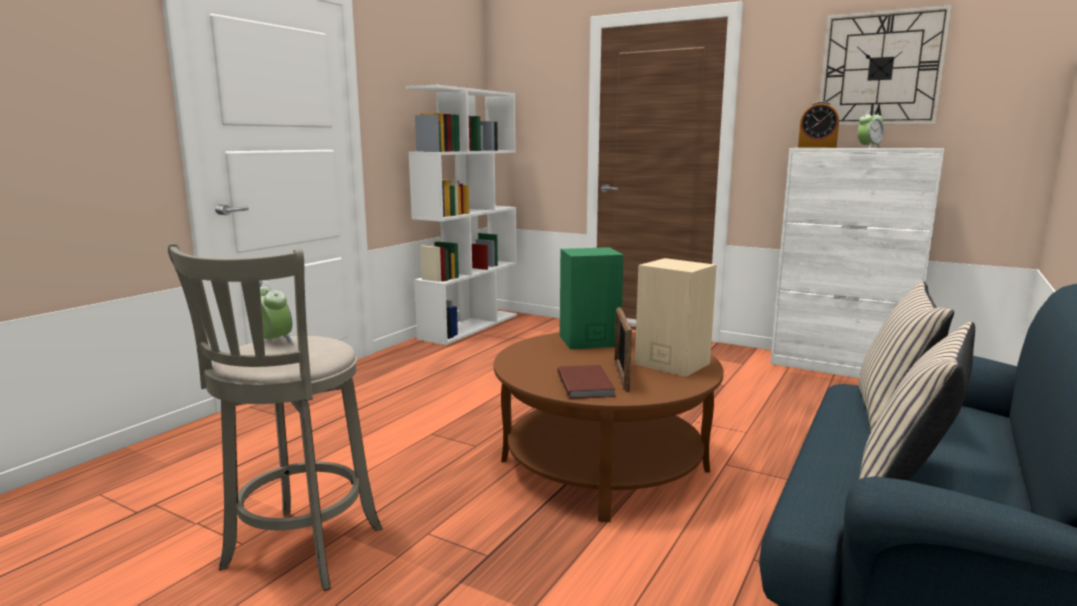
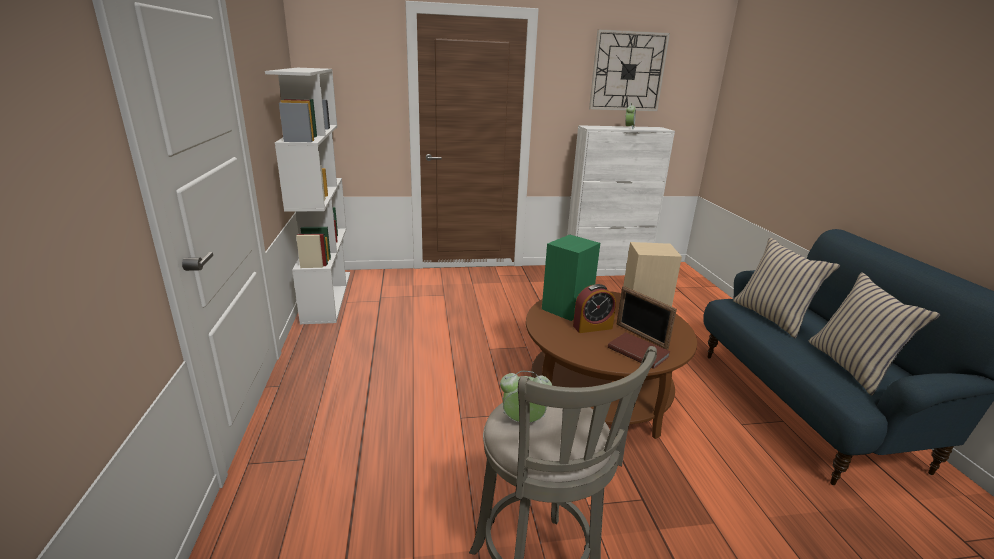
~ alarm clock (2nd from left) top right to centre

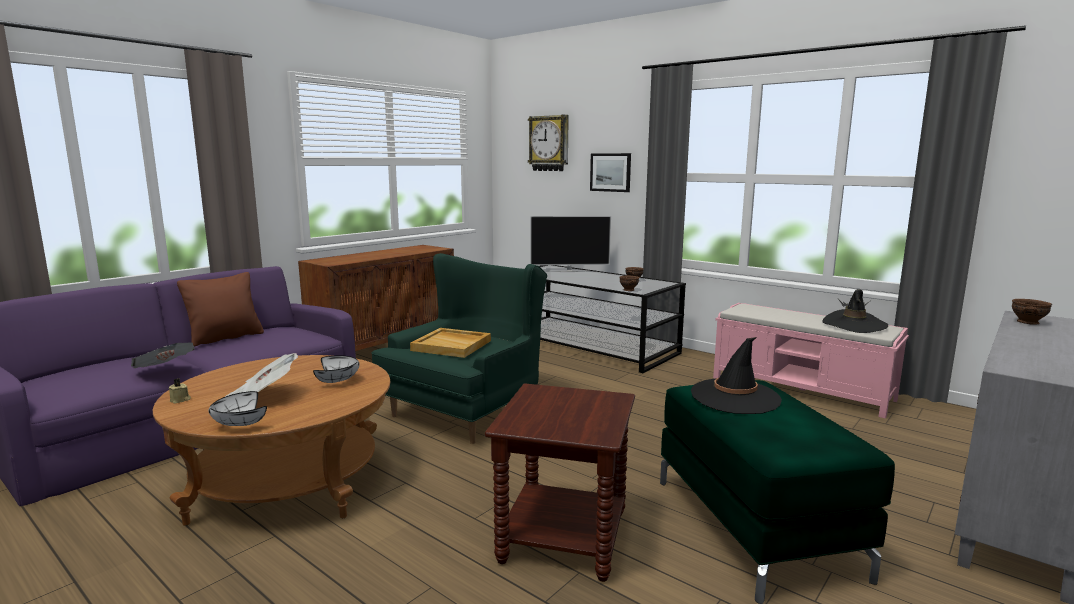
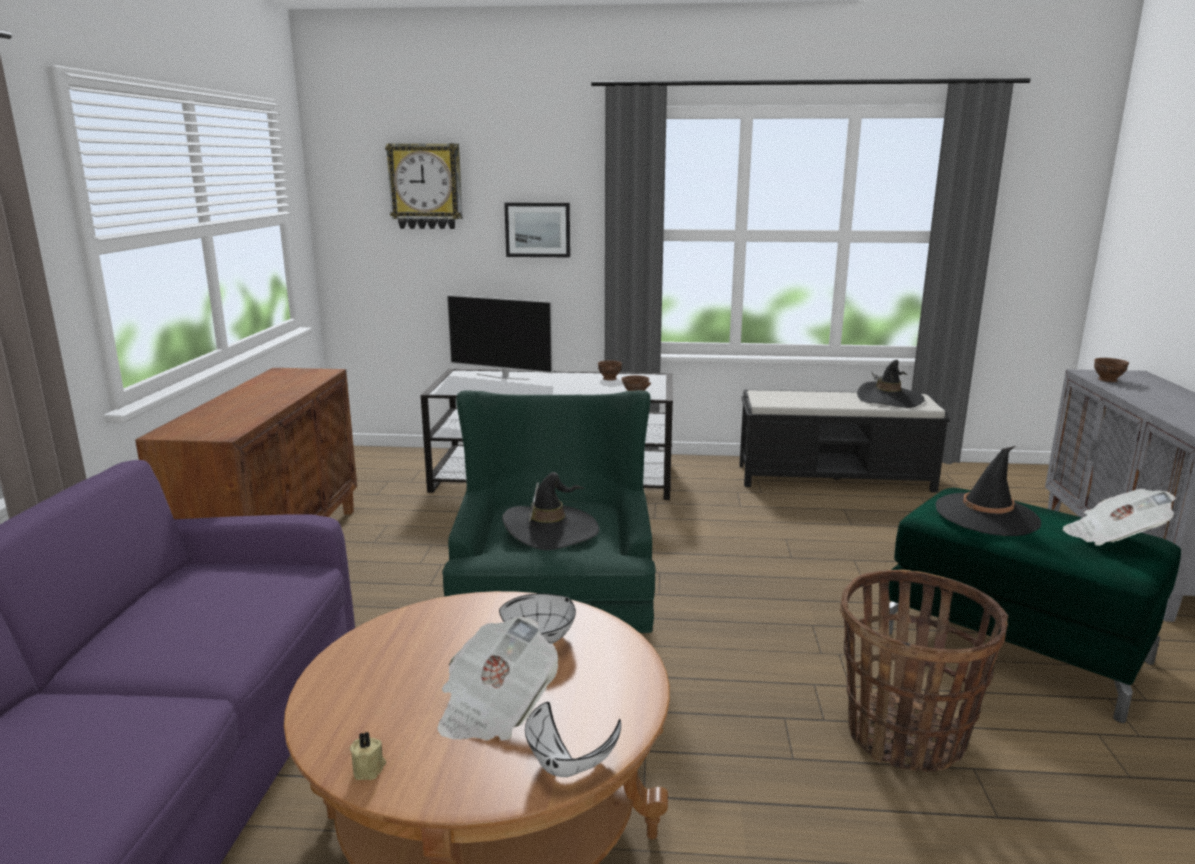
- brown pillow middle left
~ newspaper (1st from left in the first image) middle left to newspaper (2nd from left) middle right
~ beige tray centre to black hat (1st from left) centre
~ brown side table bottom centre to basket bottom right
~ pink bench middle right to black bench middle right
~ television centre = centre 60 degrees clockwise

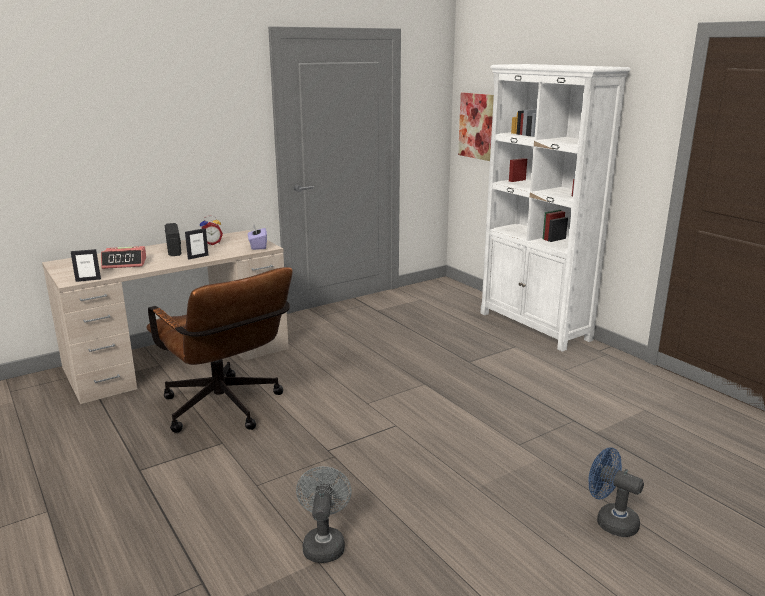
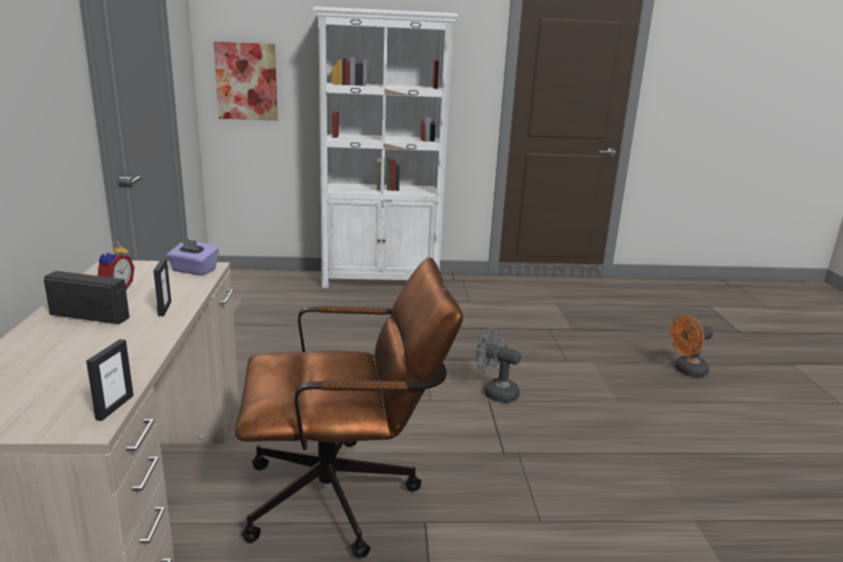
- alarm clock (1st from left) middle left
~ grey fan bottom centre to centre
~ blue fan bottom right to orange fan middle right

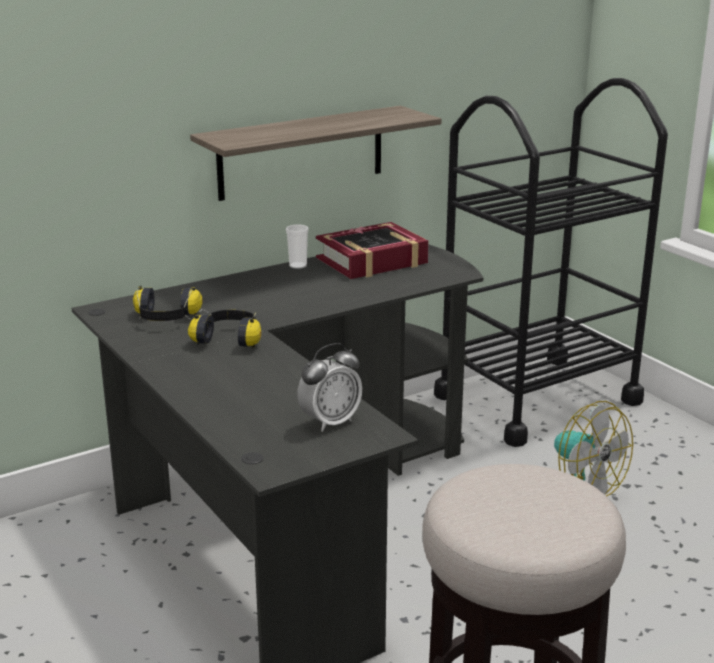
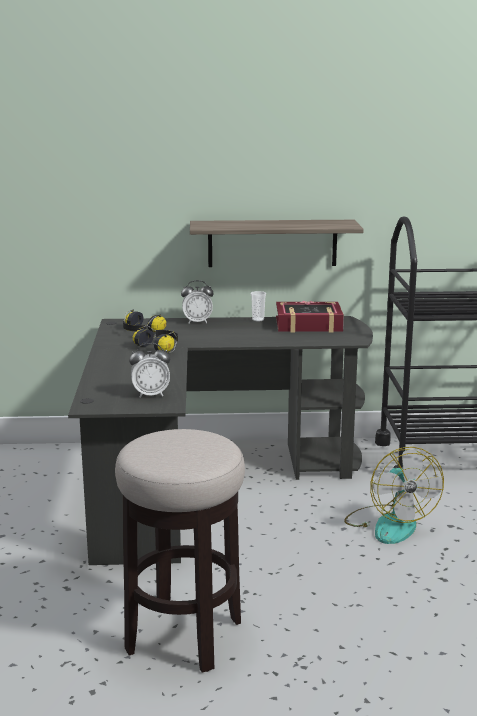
+ alarm clock (2nd from left) centre

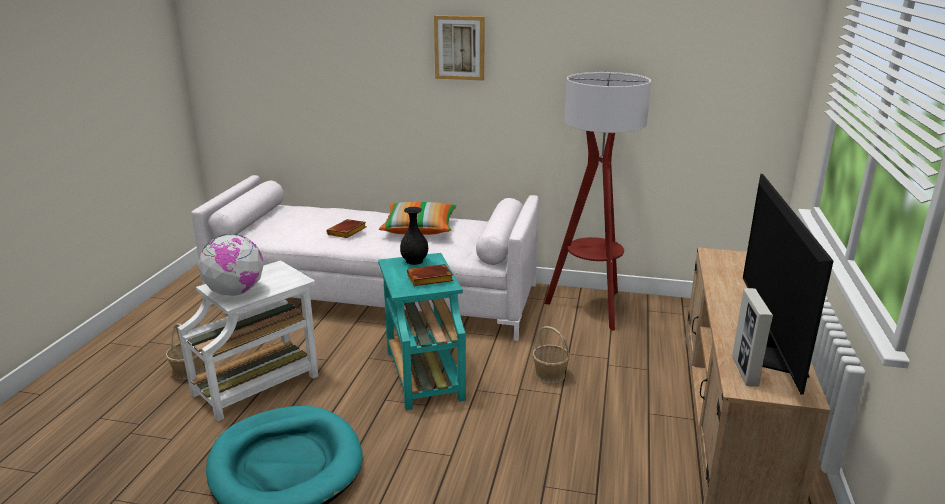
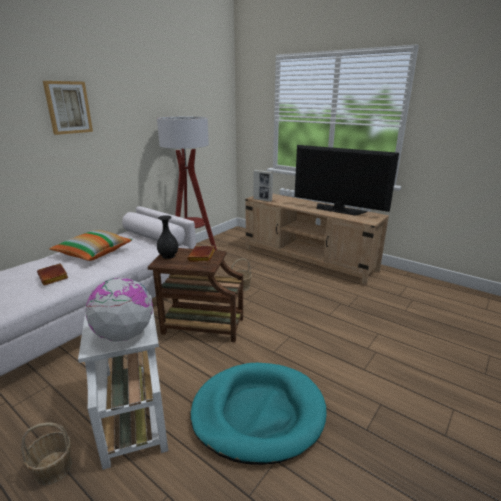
~ picture frame bottom right to centre
~ turquoise side table centre to brown side table centre

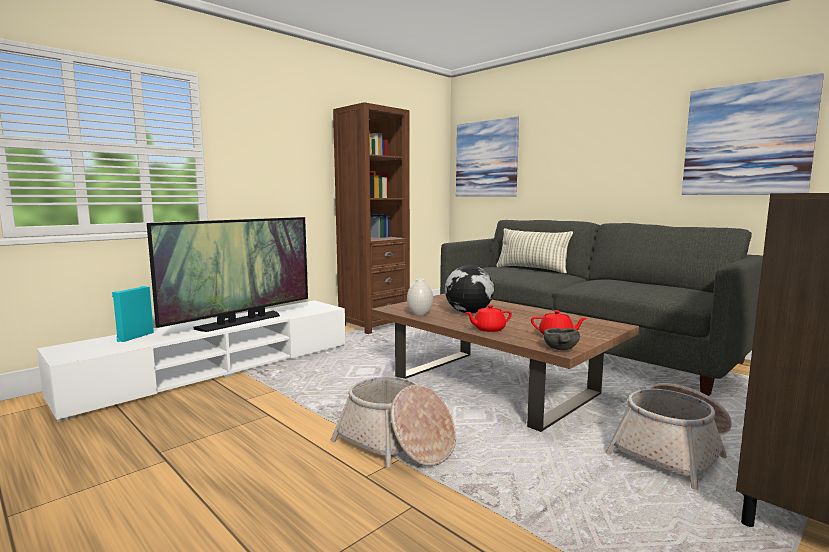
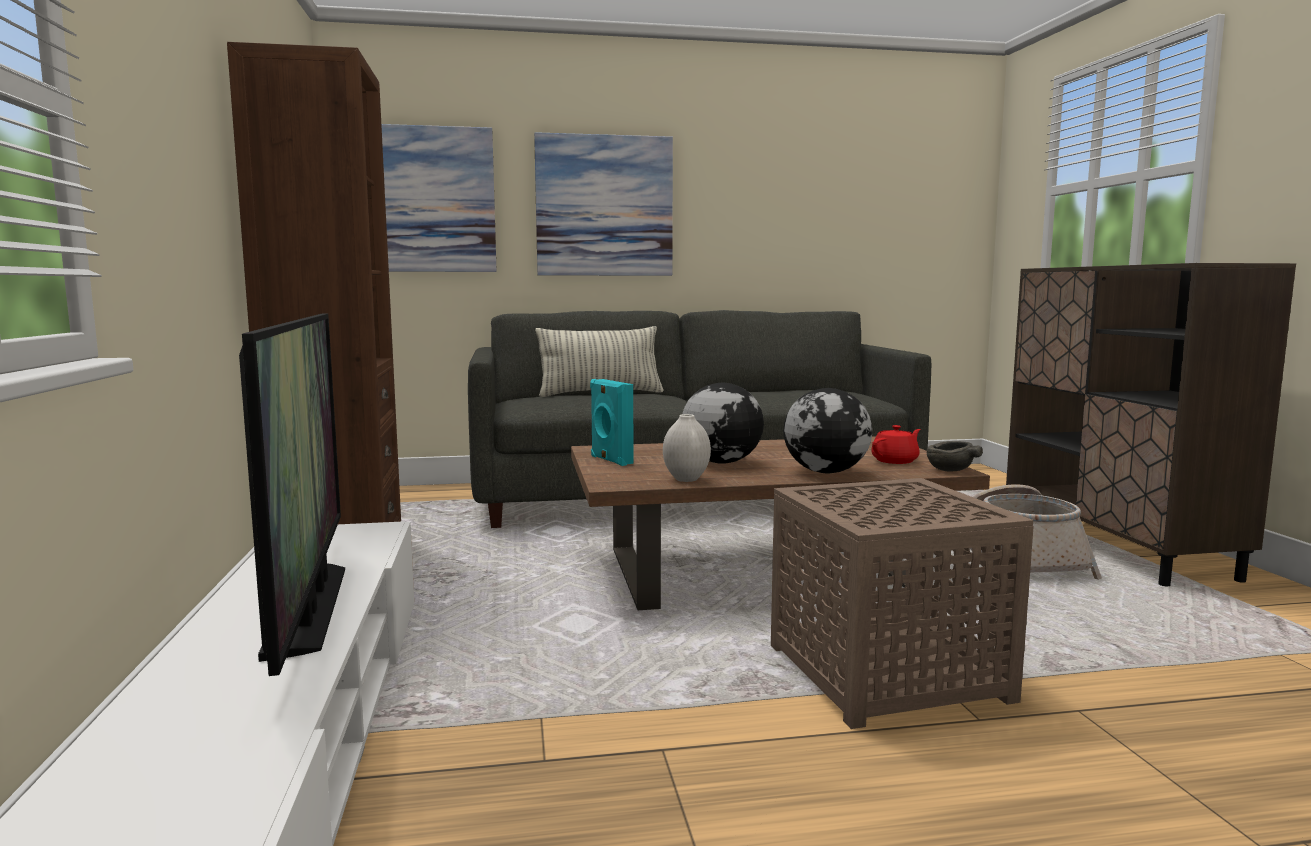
~ turquoise speaker middle left to centre
~ picture (2nd from left) top right to top centre
~ basket (1st from left) bottom centre to brown side table bottom right
~ red teapot (1st from left) centre to globe (2nd from left) centre

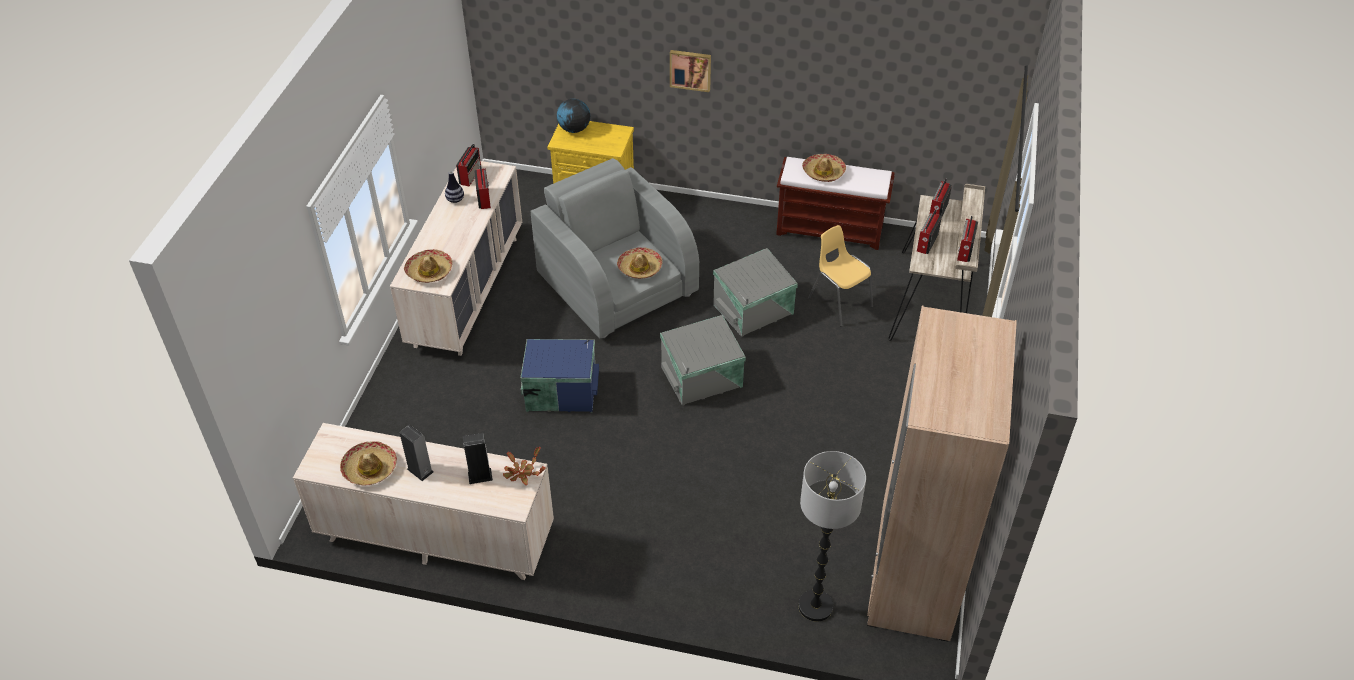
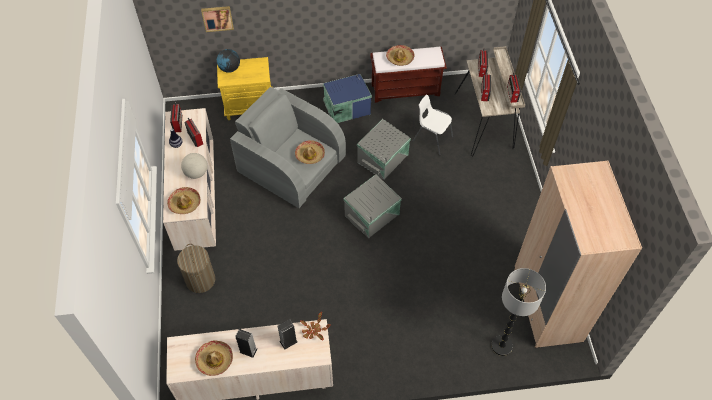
+ laundry basket bottom left
+ globe (1st from left) middle left
~ blue storage box centre to top centre
~ picture top centre to top left
~ yellow chair centre to white chair top centre

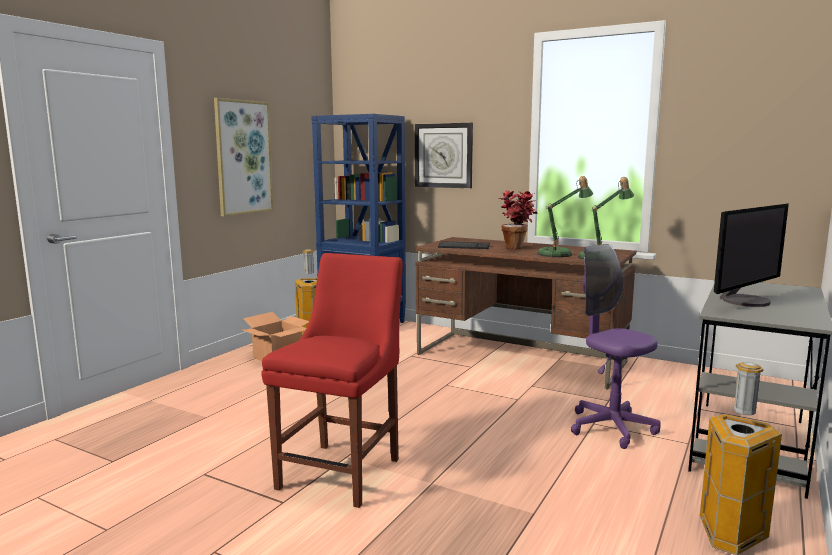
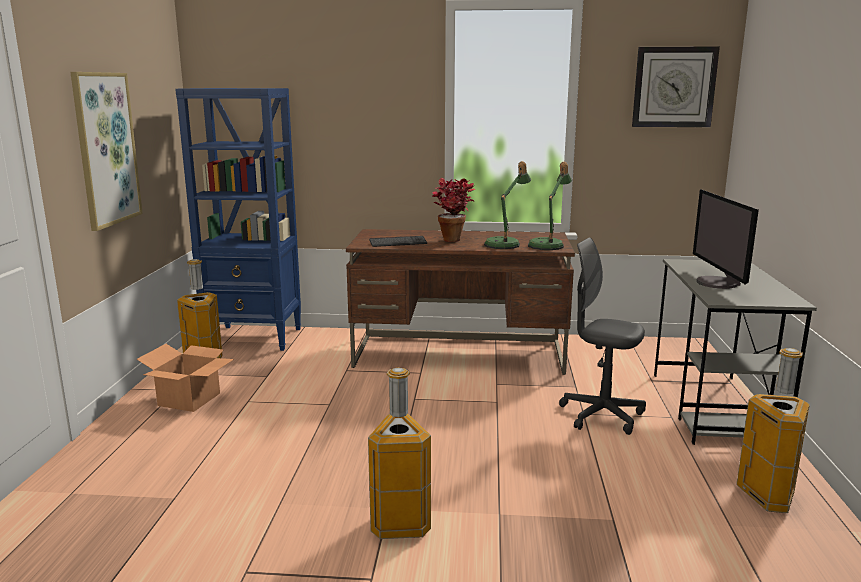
~ wall clock top centre to top right
~ red chair bottom centre to trash can (2nd from left) bottom centre
~ purple office chair middle right to grey office chair middle right
~ monitor middle right = middle right 150 degrees clockwise

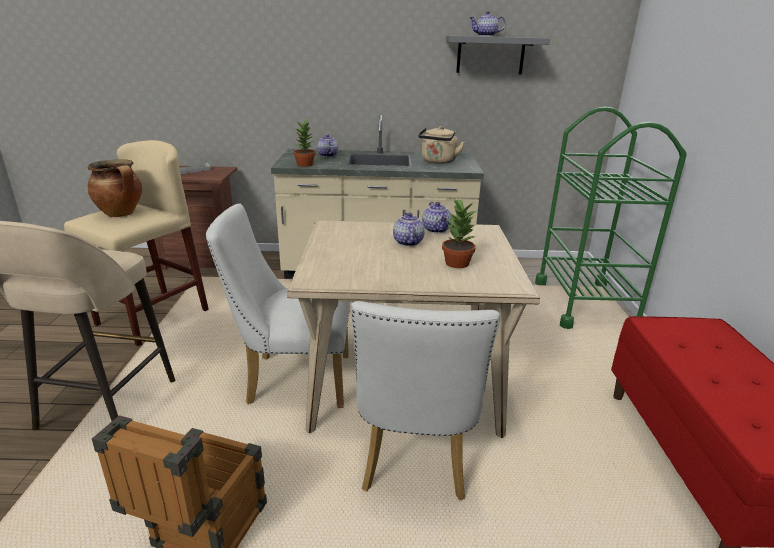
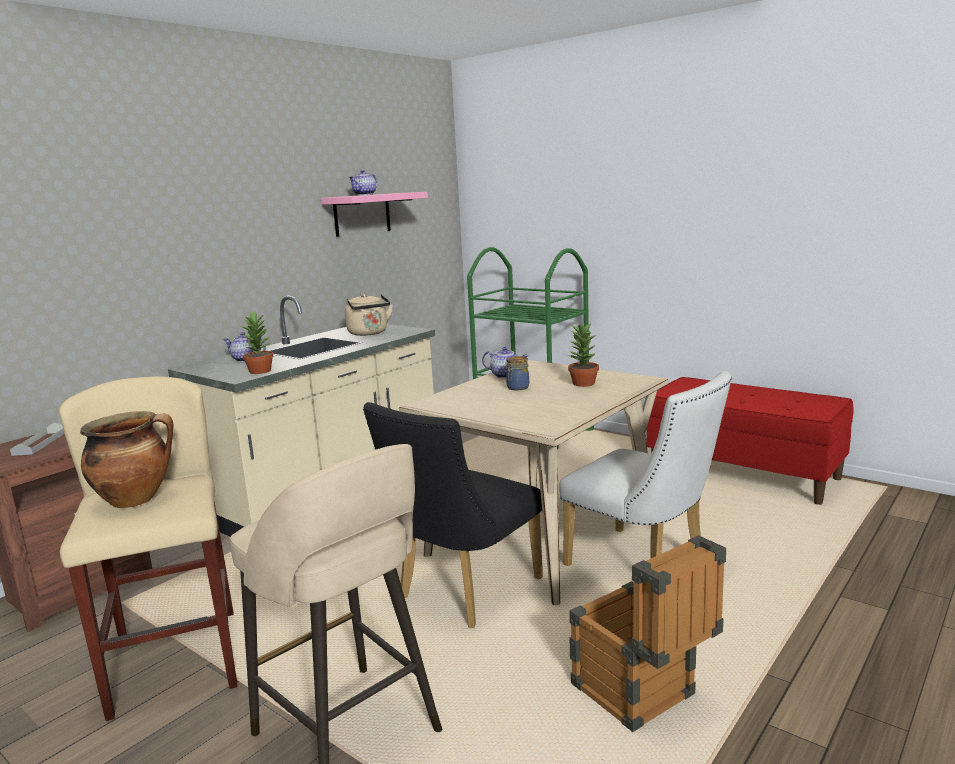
~ teapot (2nd from left) centre to jar centre
~ white chair (1st from left) centre to black chair bottom centre
~ grey shelf top centre to pink shelf top centre

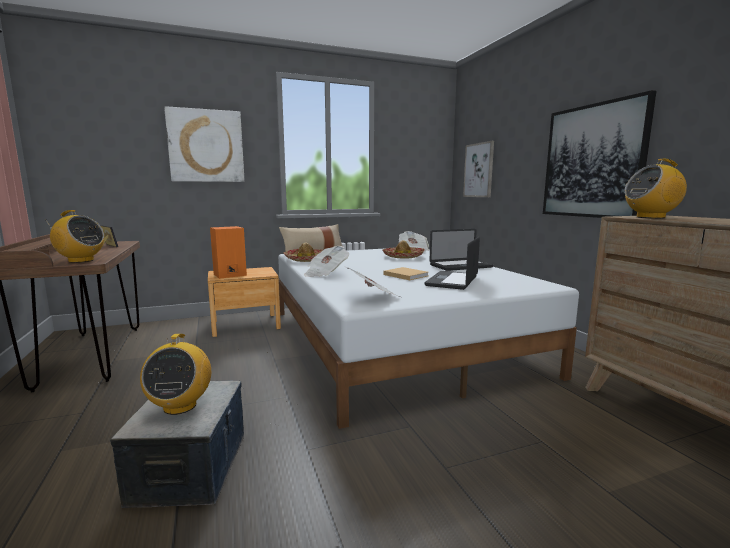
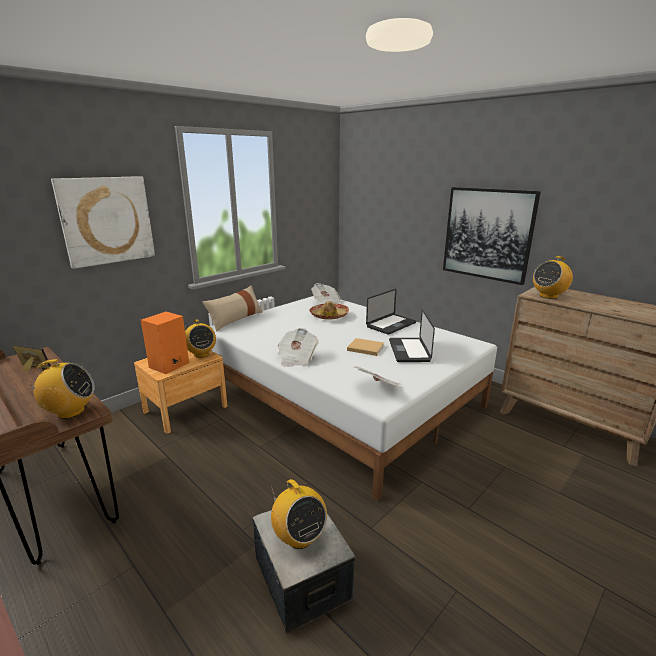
- hat (1st from left) centre
- picture (2nd from left) top centre
+ radio (2nd from left) middle left

